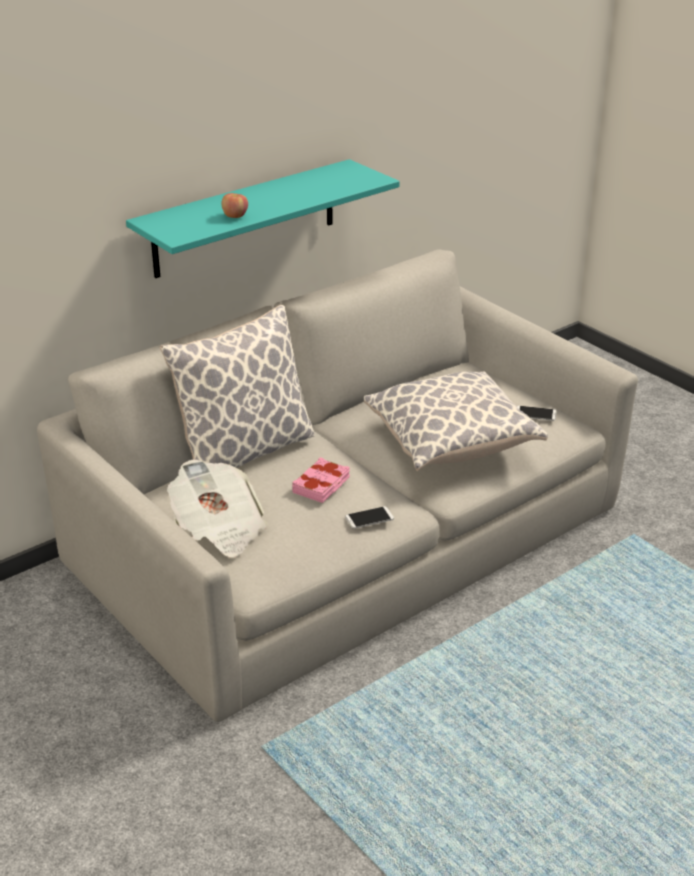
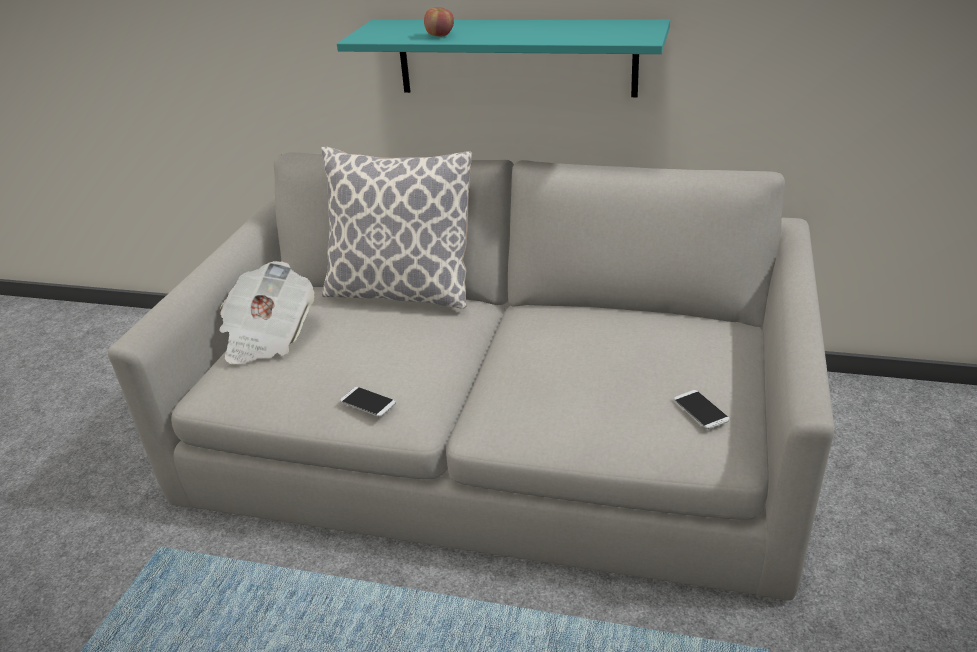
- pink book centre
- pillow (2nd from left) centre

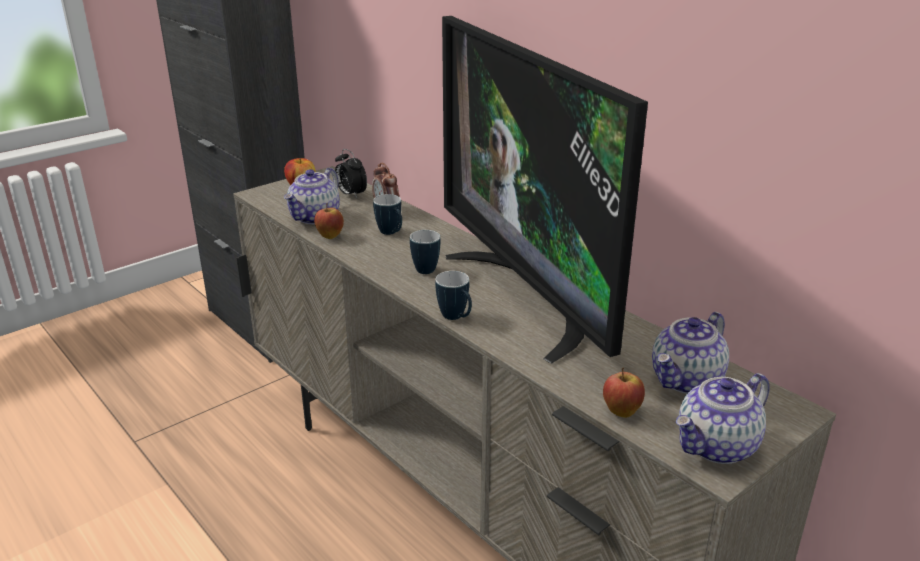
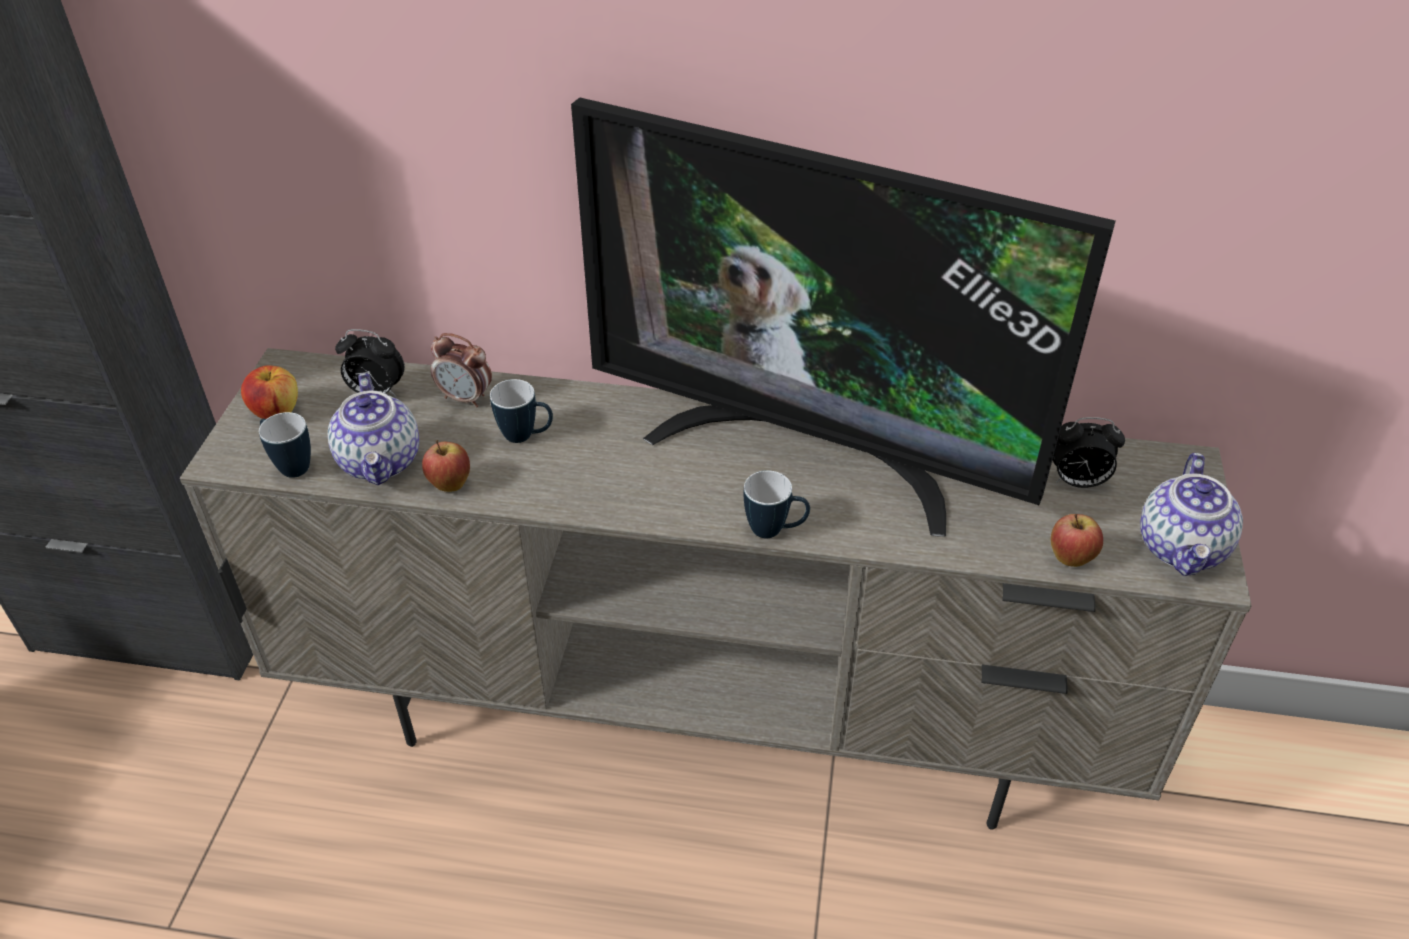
~ mug (2nd from left in the first image) centre to mug (1st from left) middle left
~ teapot (2nd from left) middle right to alarm clock (3rd from left) middle right

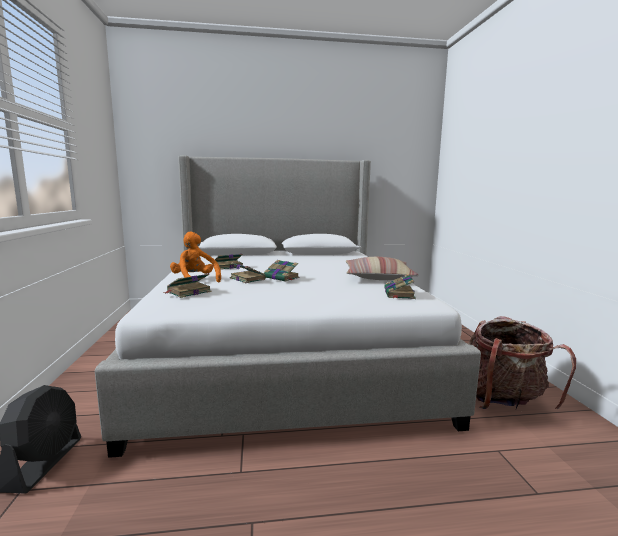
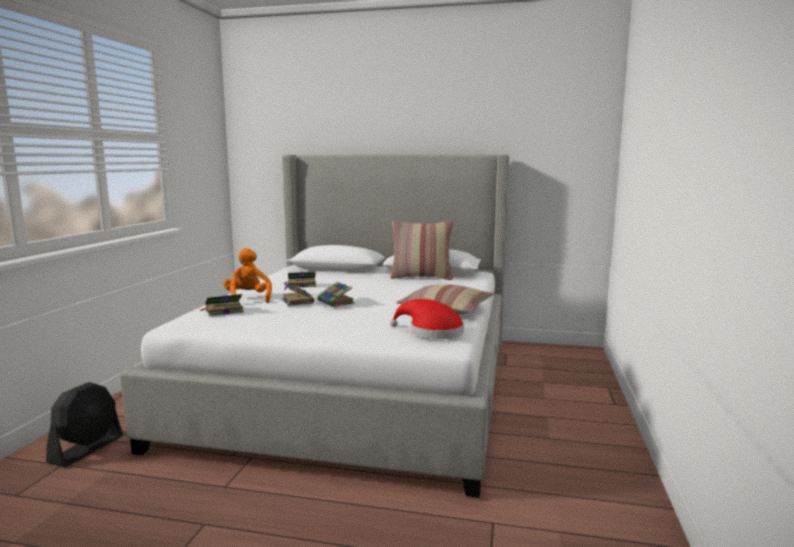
- backpack bottom right
+ pillow (1st from left) centre
~ book (5th from left) centre to red hat centre

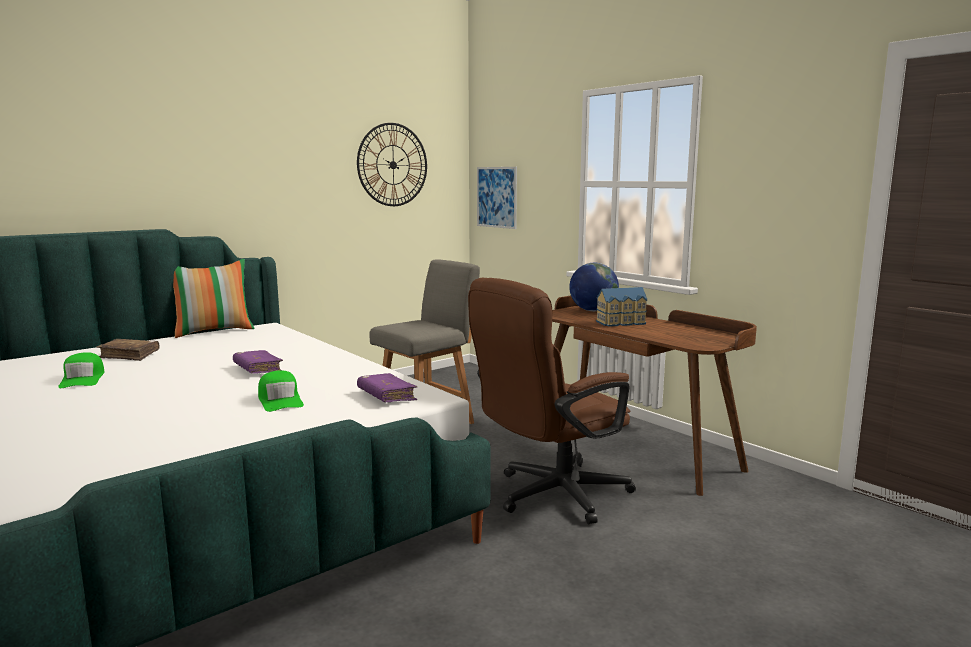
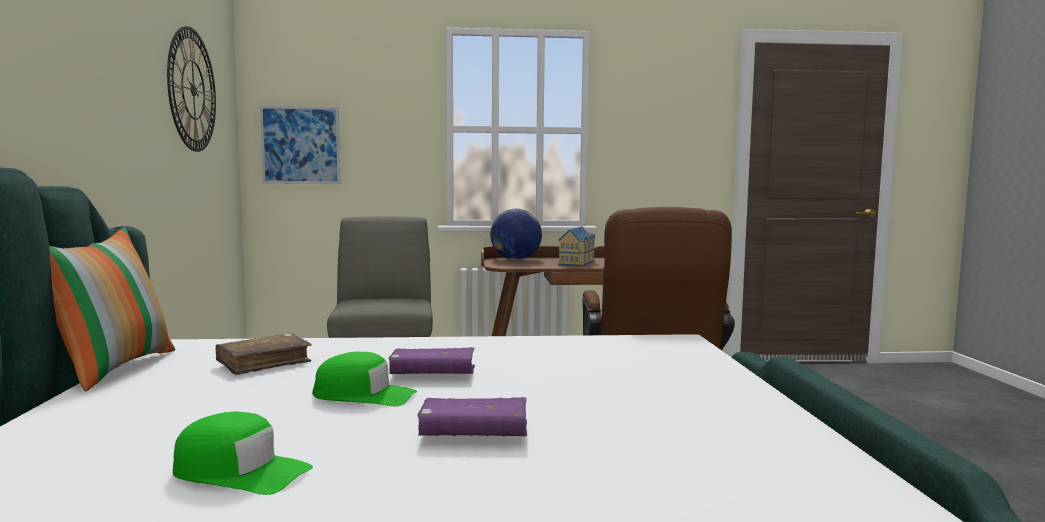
~ brown book middle left to bottom left
~ green cap (2nd from left) middle left to bottom centre
~ purple book (2nd from left) centre to bottom centre

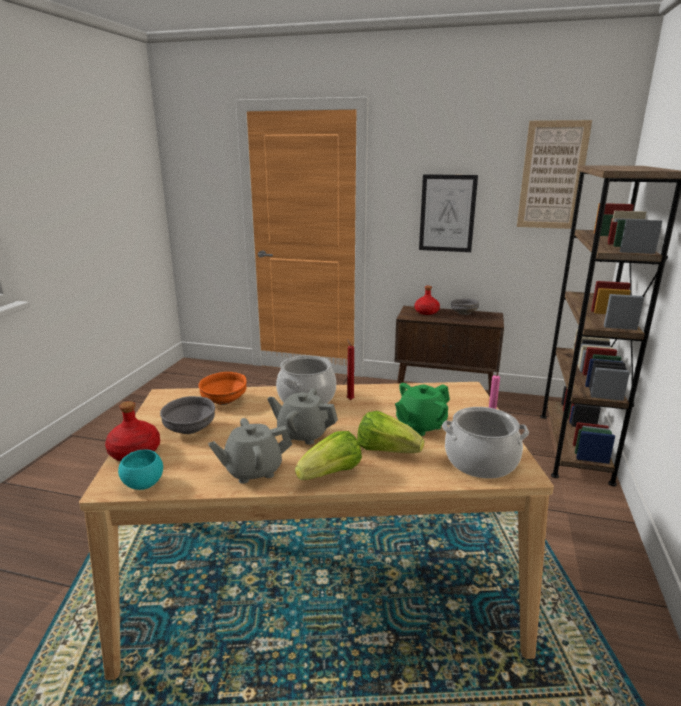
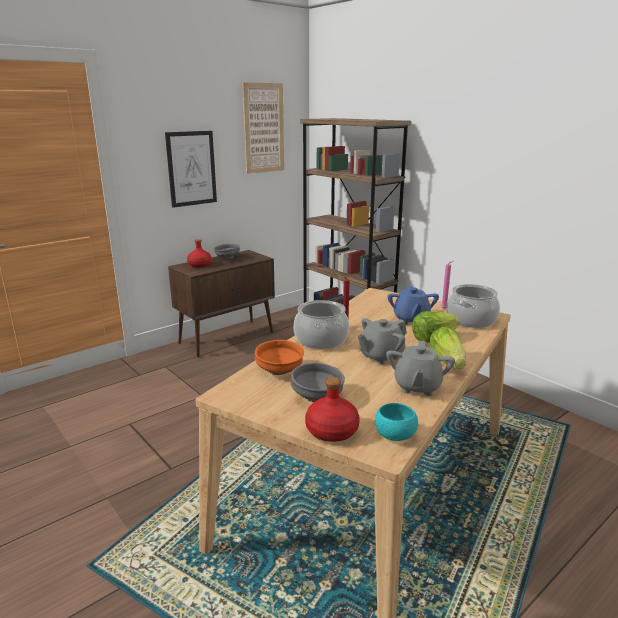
~ green teapot centre to blue teapot middle right

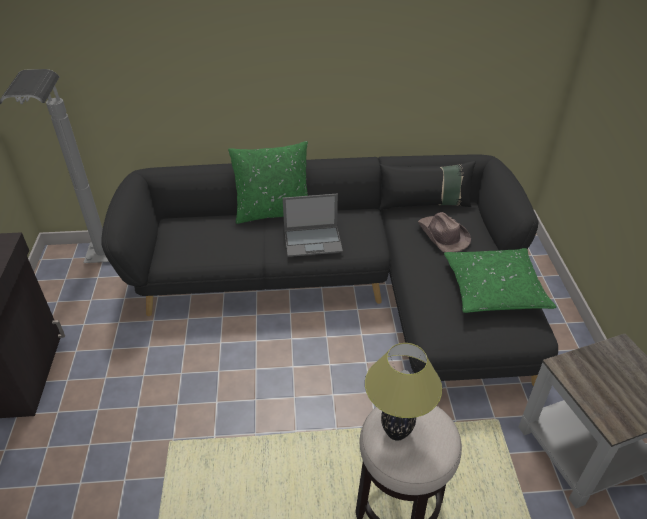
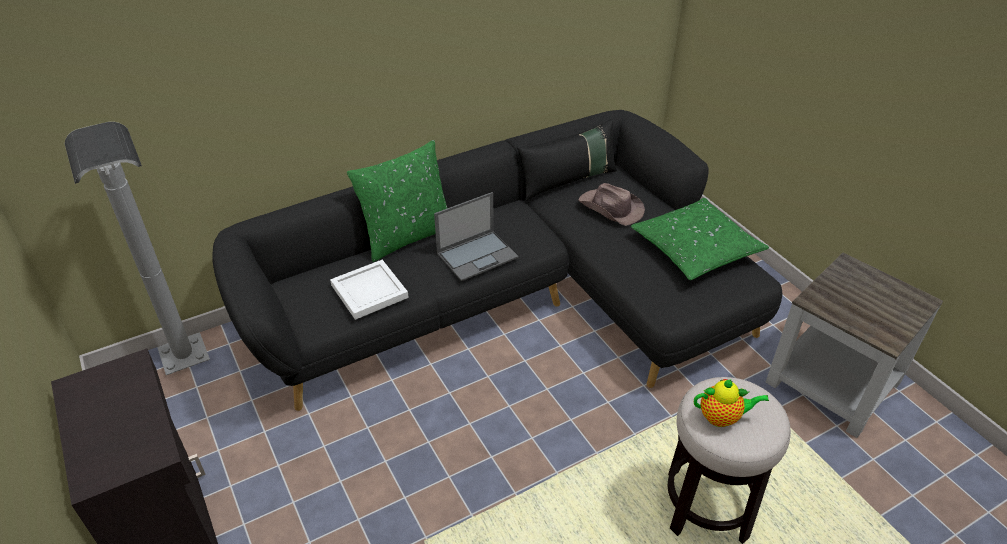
+ white tray centre
~ table lamp bottom centre to teapot bottom right

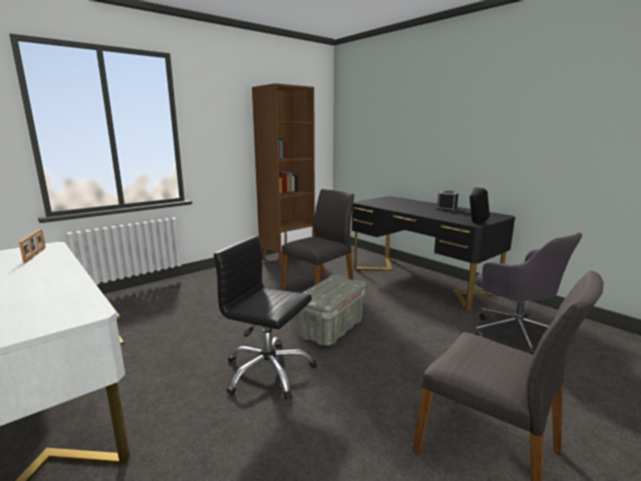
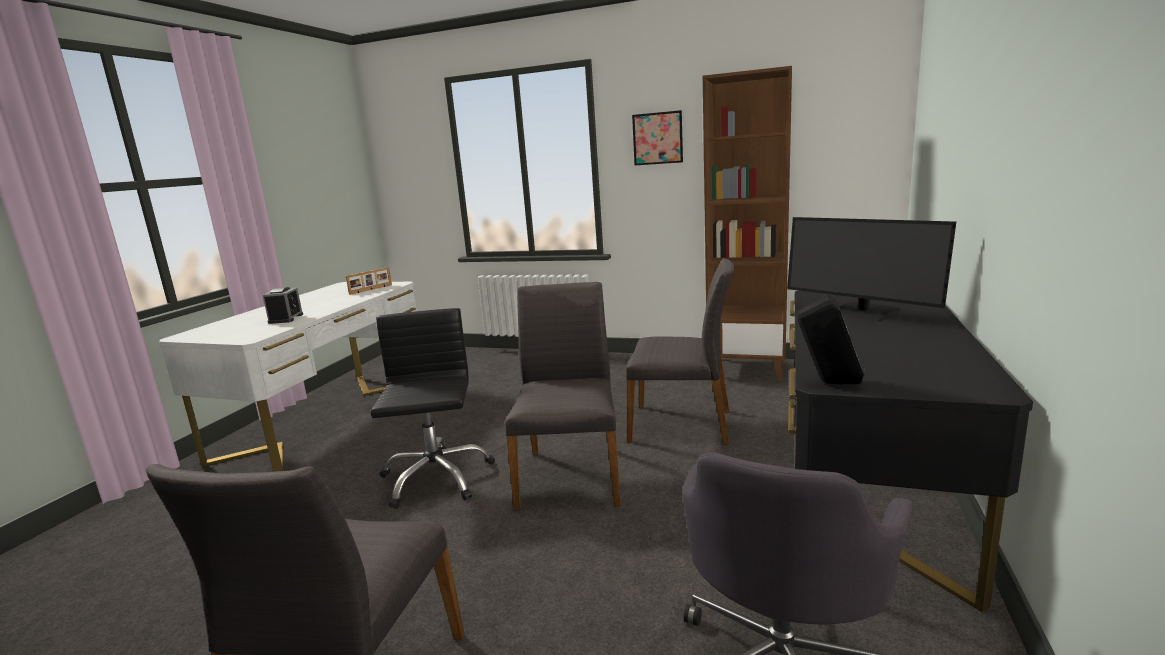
+ picture top centre
+ monitor middle right
~ alarm clock middle right to middle left
~ grey storage box centre to grey chair (2nd from left) centre

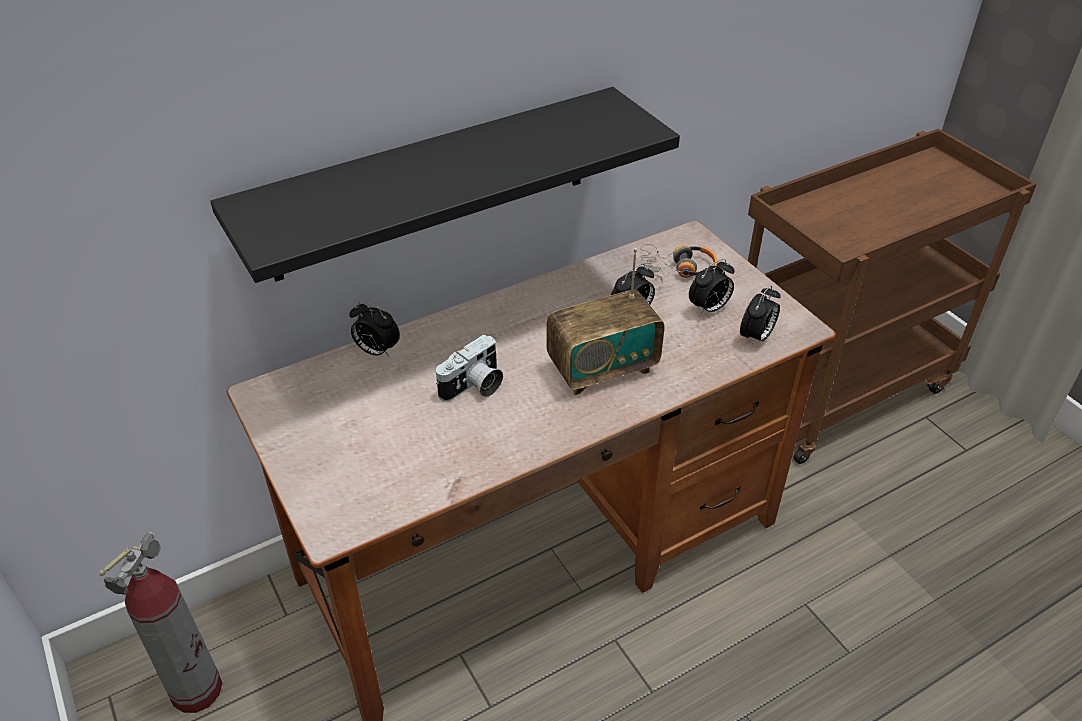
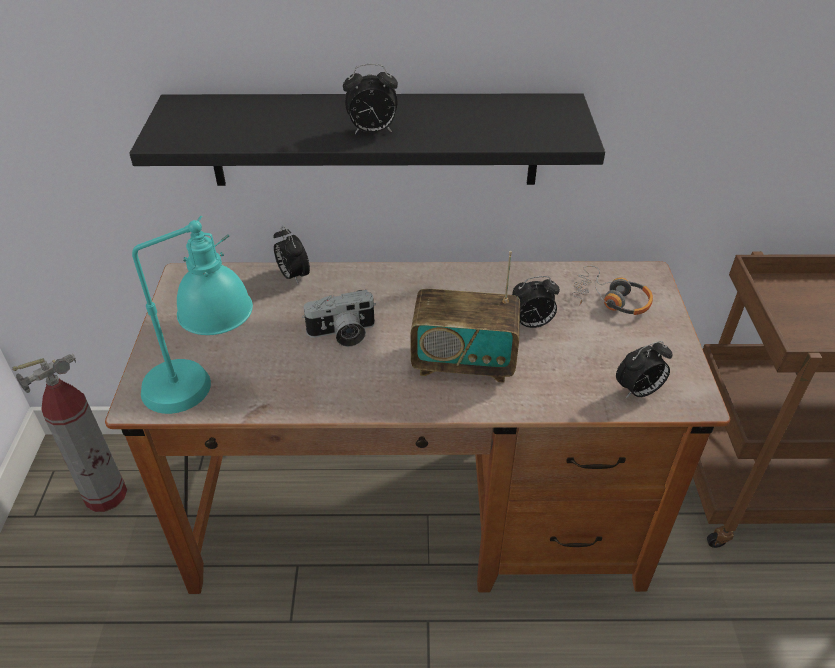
+ turquoise table lamp middle left
~ alarm clock (3rd from left in the first image) centre to alarm clock (2nd from left) top centre

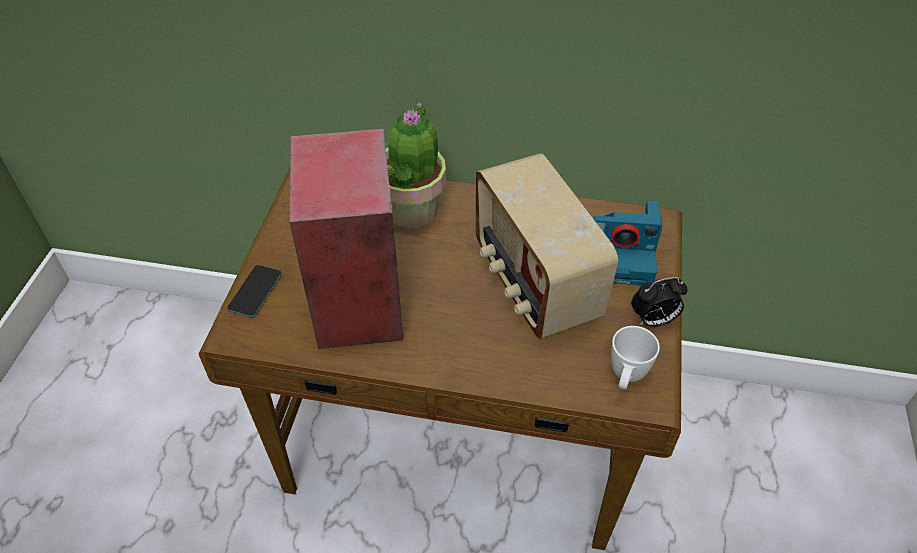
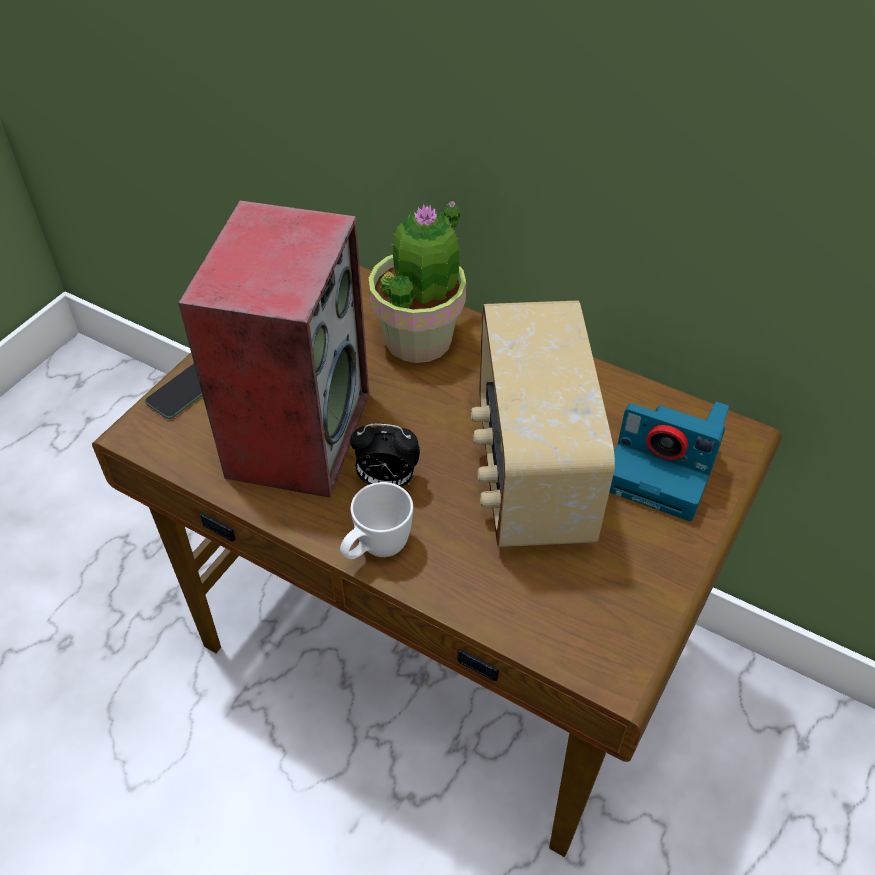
~ white mug middle right to centre
~ alarm clock middle right to centre

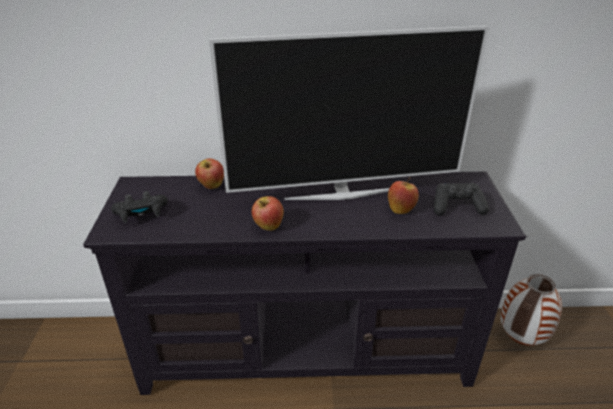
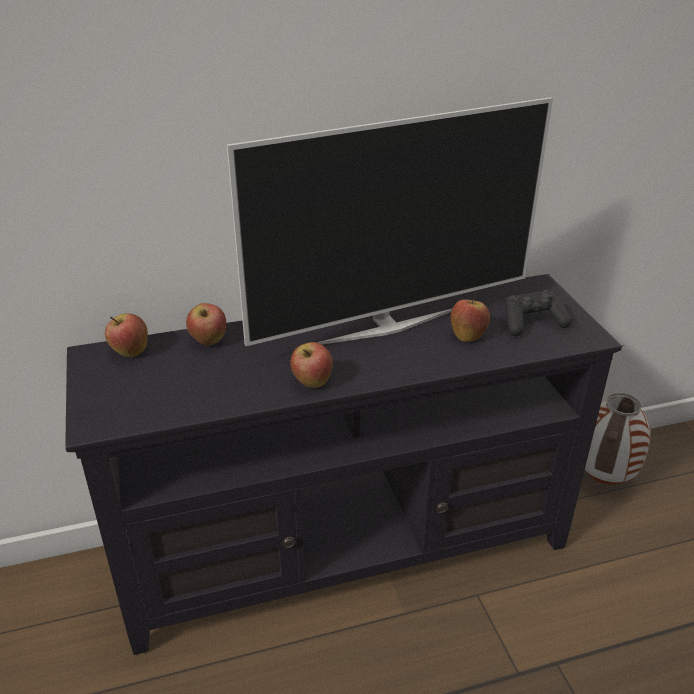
- black game controller (1st from left) middle left
+ apple (1st from left) middle left

